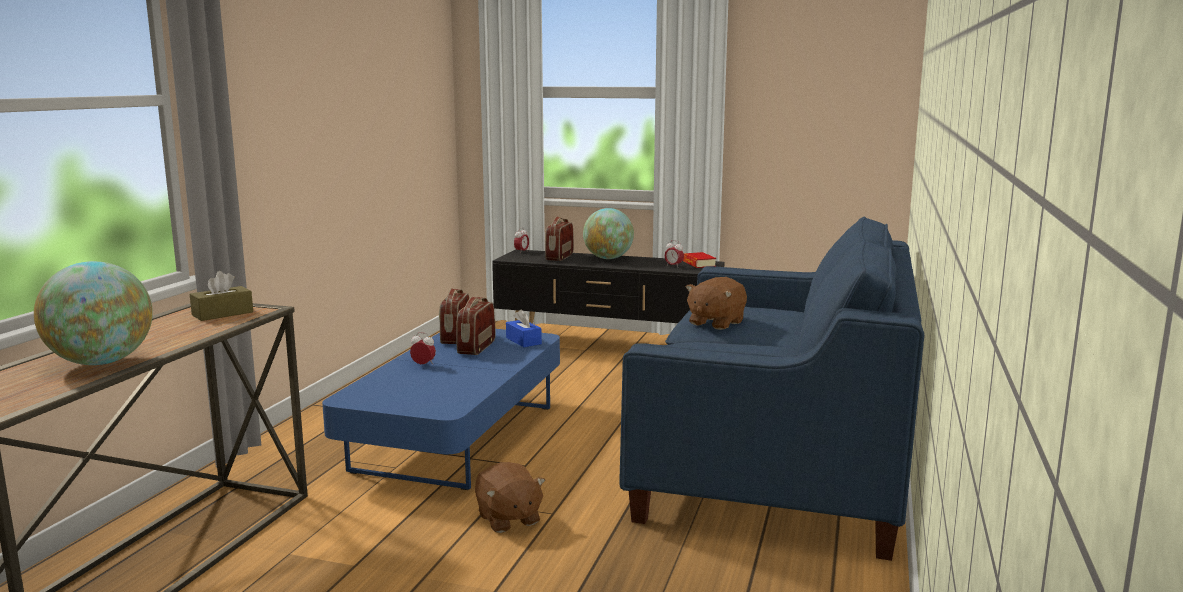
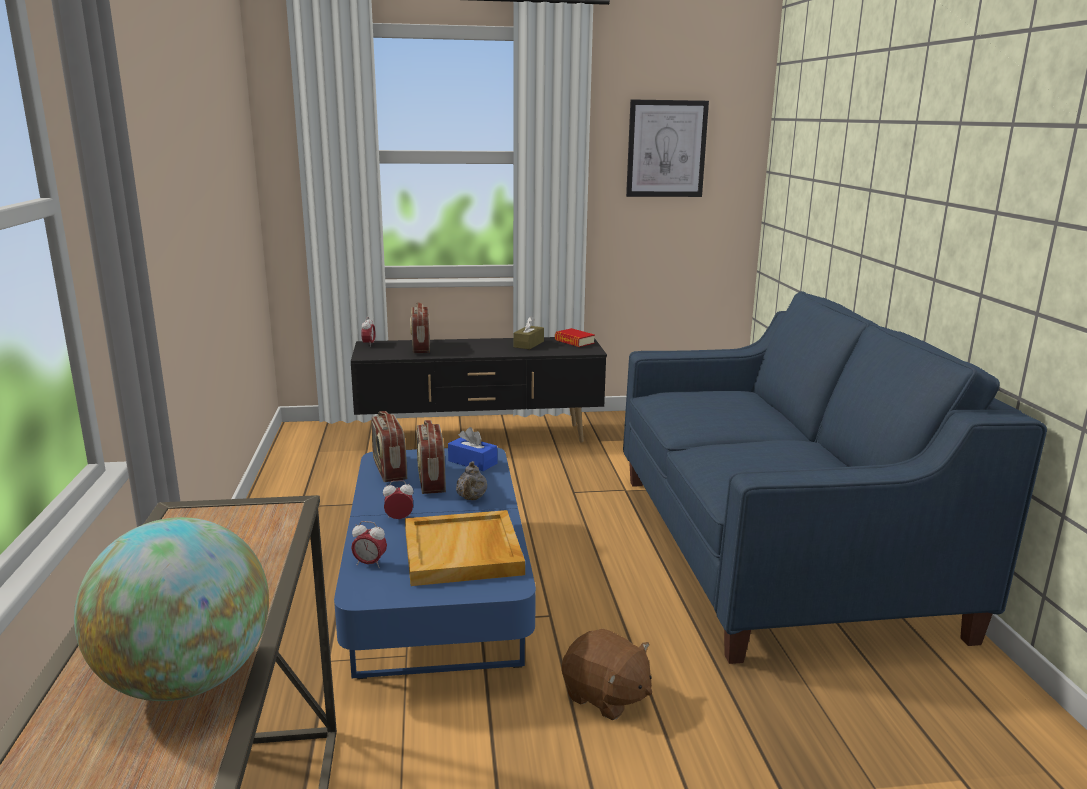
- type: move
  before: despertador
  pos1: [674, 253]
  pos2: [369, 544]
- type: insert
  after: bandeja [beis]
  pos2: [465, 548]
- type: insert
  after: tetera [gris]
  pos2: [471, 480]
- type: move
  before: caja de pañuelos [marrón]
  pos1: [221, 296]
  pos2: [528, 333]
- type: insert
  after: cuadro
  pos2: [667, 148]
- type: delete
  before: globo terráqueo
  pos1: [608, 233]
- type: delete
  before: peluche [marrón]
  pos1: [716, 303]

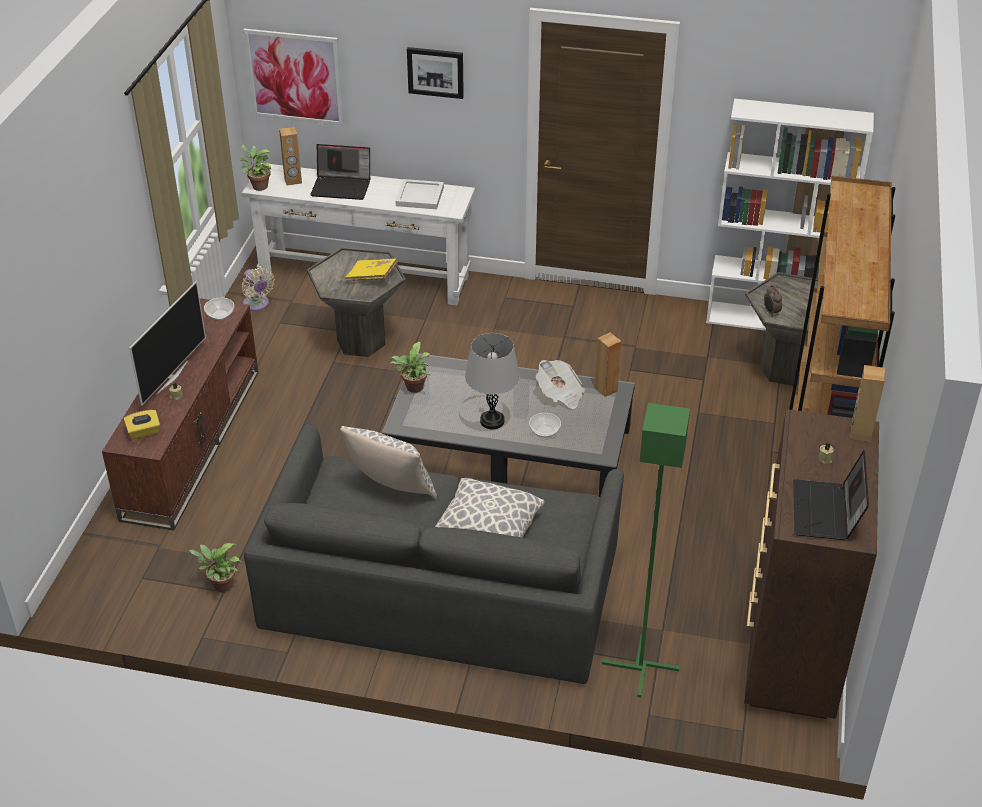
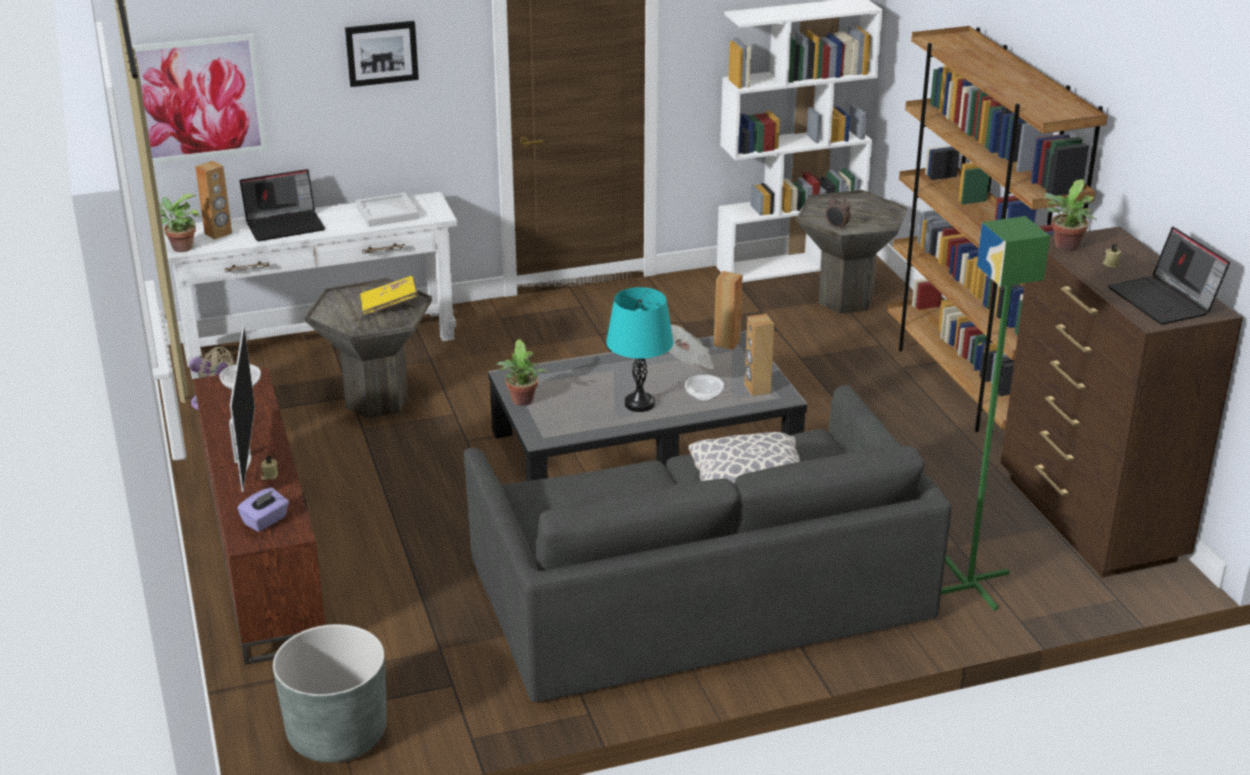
- type: recolor
  before: caja de pañuelos [amarillo]
  after: caja de pañuelos [morado]
  pos1: [142, 424]
  pos2: [263, 510]
- type: insert
  after: maceta [gris]
  pos2: [330, 693]
- type: recolor
  before: lámpara de mesa [gris]
  after: lámpara de mesa [turquesa]
  pos1: [492, 381]
  pos2: [640, 349]
- type: move
  before: altavoz [marrón]
  pos1: [867, 403]
  pos2: [759, 355]
- type: move
  before: planta en maceta
  pos1: [215, 567]
  pos2: [1069, 215]
- type: delete
  before: cojín
  pos1: [388, 462]

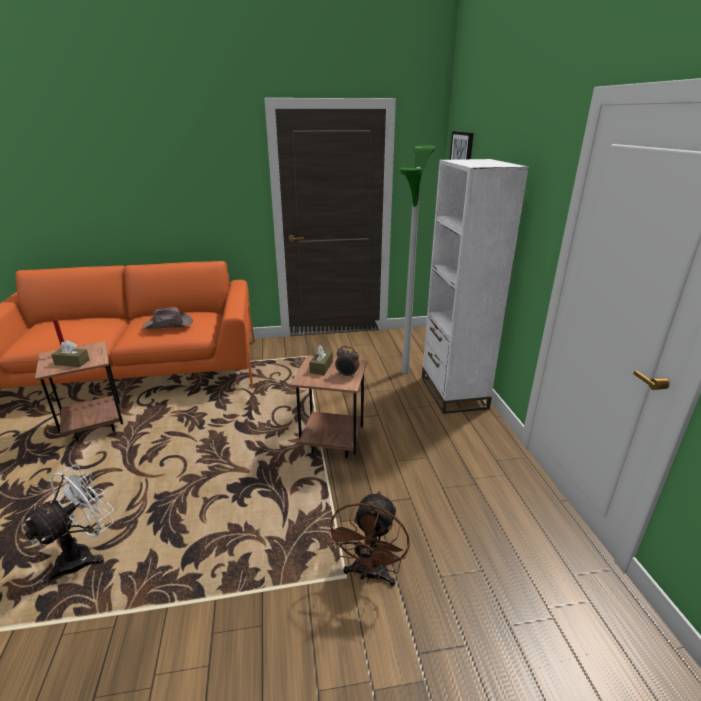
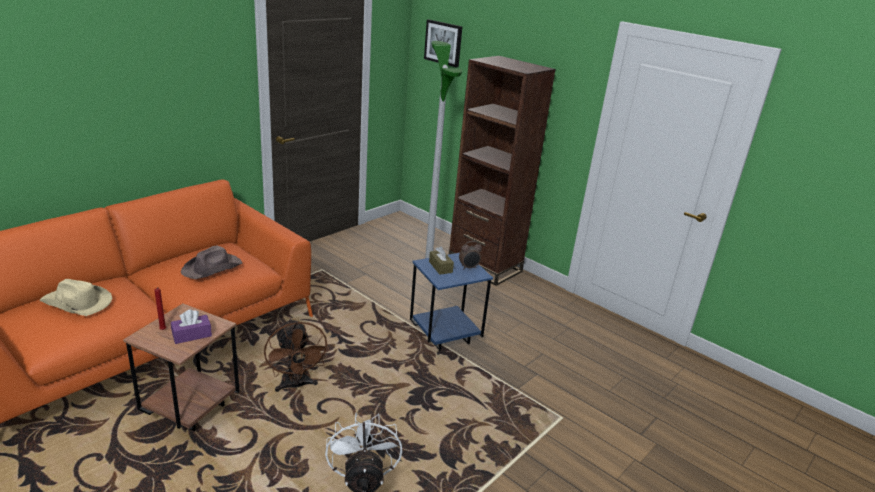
- type: insert
  after: sombrero [beis]
  pos2: [75, 297]
- type: recolor
  before: caja de pañuelos [marrón]
  after: caja de pañuelos [morado]
  pos1: [70, 353]
  pos2: [191, 326]
- type: move
  before: ventilador [marrón]
  pos1: [367, 539]
  pos2: [296, 355]
- type: recolor
  before: mesa auxiliar [marrón]
  after: mesa auxiliar [azul]
  pos1: [328, 406]
  pos2: [451, 302]
- type: recolor
  before: estantería [blanco]
  after: estantería [marrón]
  pos1: [475, 286]
  pos2: [502, 171]

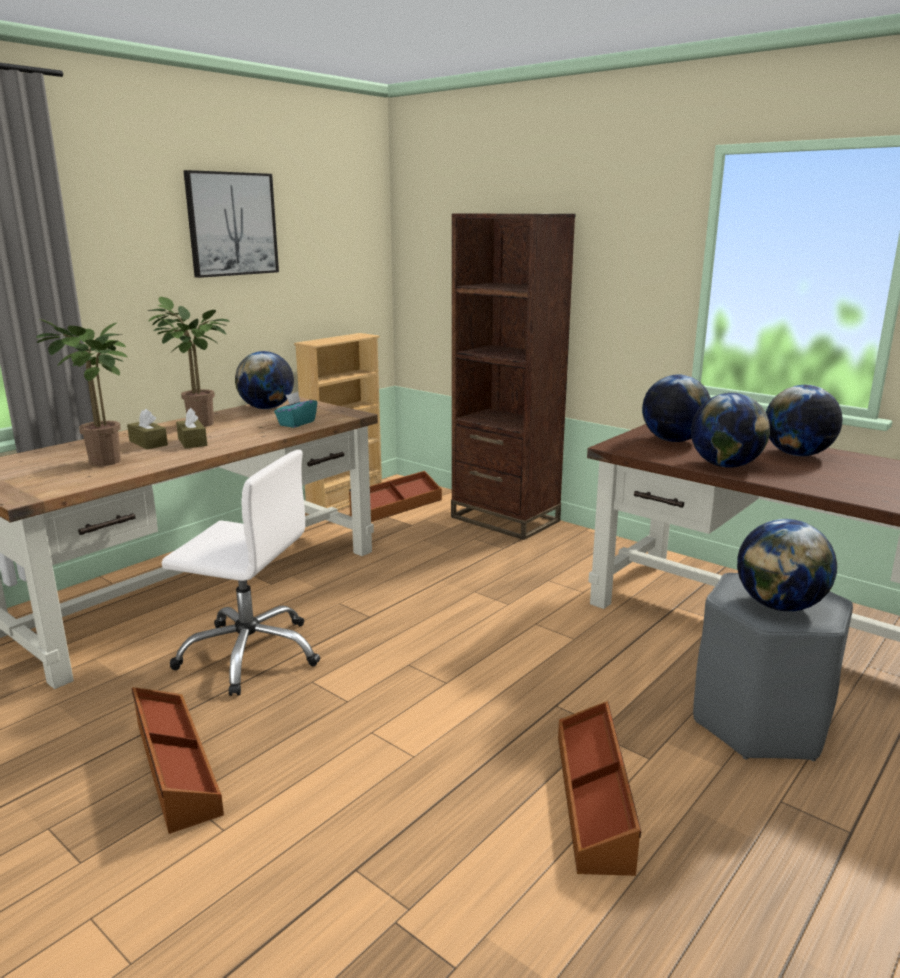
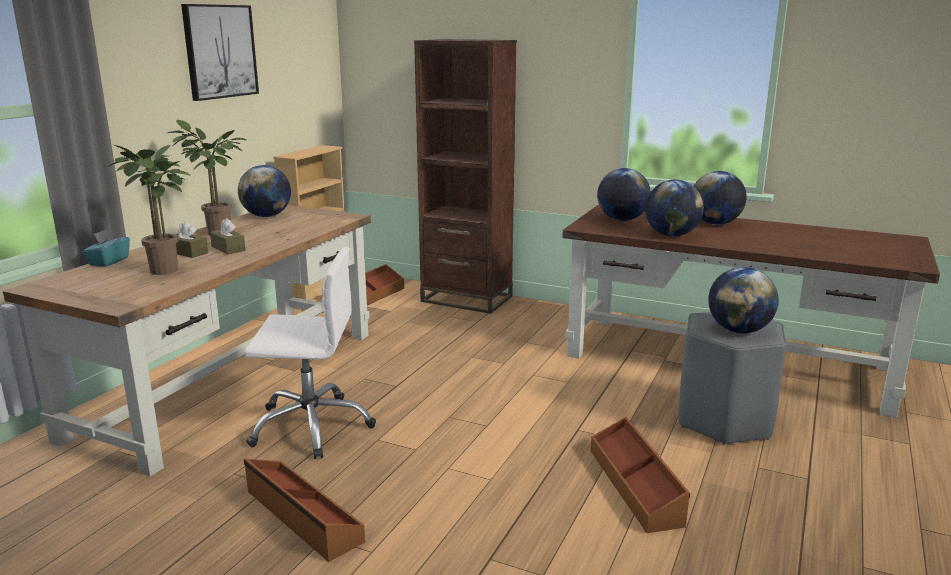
- type: move
  before: caja de pañuelos [turquesa]
  pos1: [295, 410]
  pos2: [106, 248]

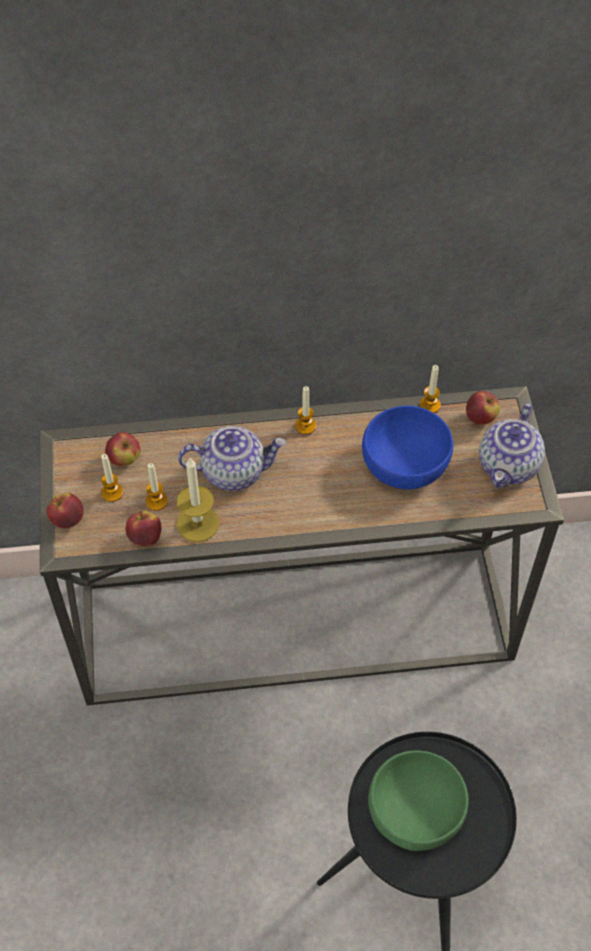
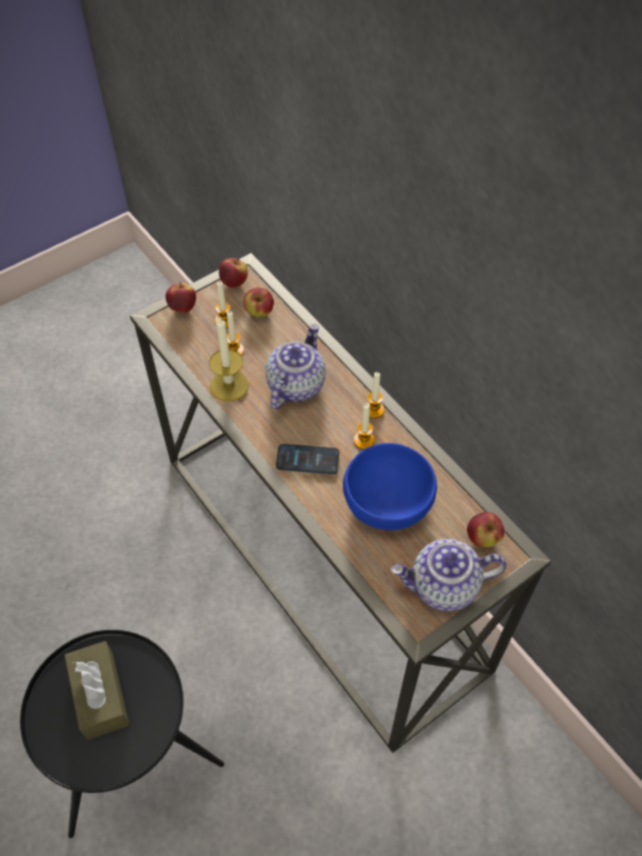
- type: replace
  before: cuenco [verde]
  after: caja de pañuelos [marrón]
  pos1: [418, 800]
  pos2: [96, 690]
- type: move
  before: manzana
  pos1: [143, 528]
  pos2: [233, 273]
- type: rotate
  before: tetera
  pos1: [232, 458]
  pos2: [295, 366]
  turn: -120
- type: insert
  after: móvil
  pos2: [307, 459]
- type: move
  before: vela
  pos1: [430, 389]
  pos2: [364, 426]

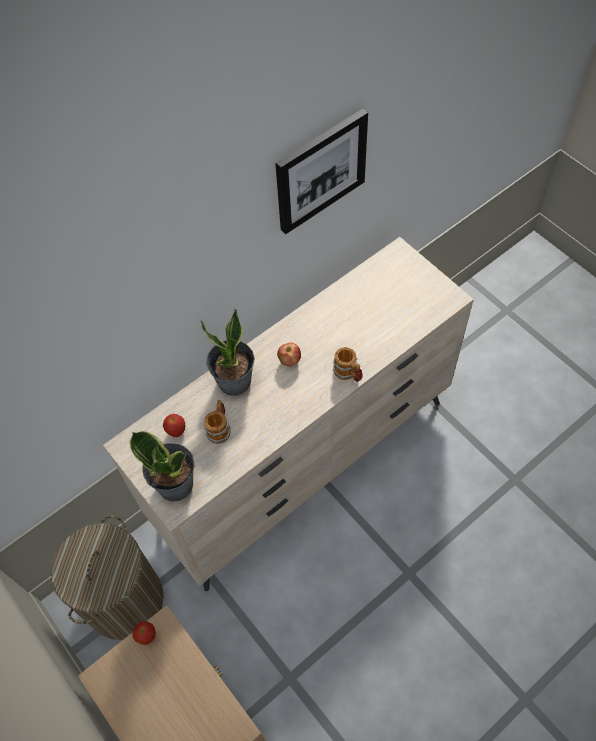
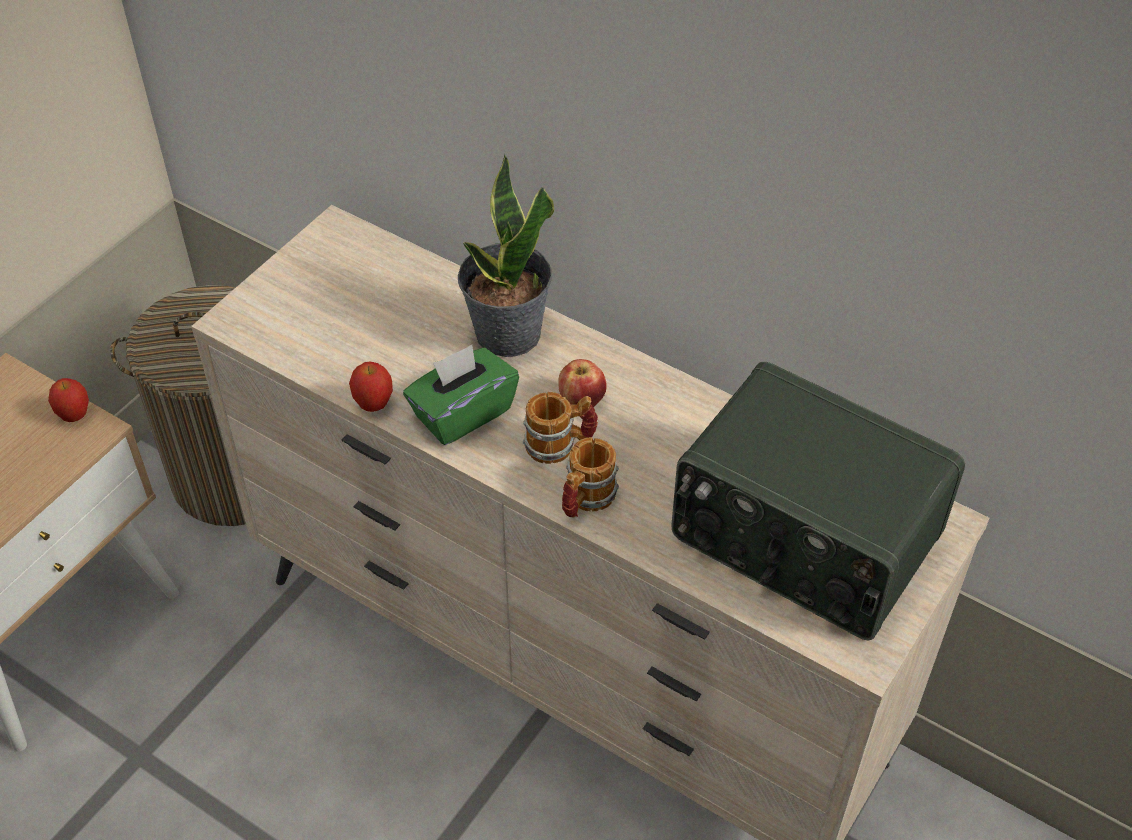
- type: move
  before: manzana
  pos1: [174, 425]
  pos2: [371, 386]
- type: insert
  after: caja de pañuelos [verde]
  pos2: [461, 395]
- type: move
  before: taza grande
  pos1: [217, 422]
  pos2: [560, 428]
- type: insert
  after: radio
  pos2: [818, 501]
- type: delete
  before: planta en maceta
  pos1: [162, 466]
- type: delete
  before: cuadro
  pos1: [321, 171]

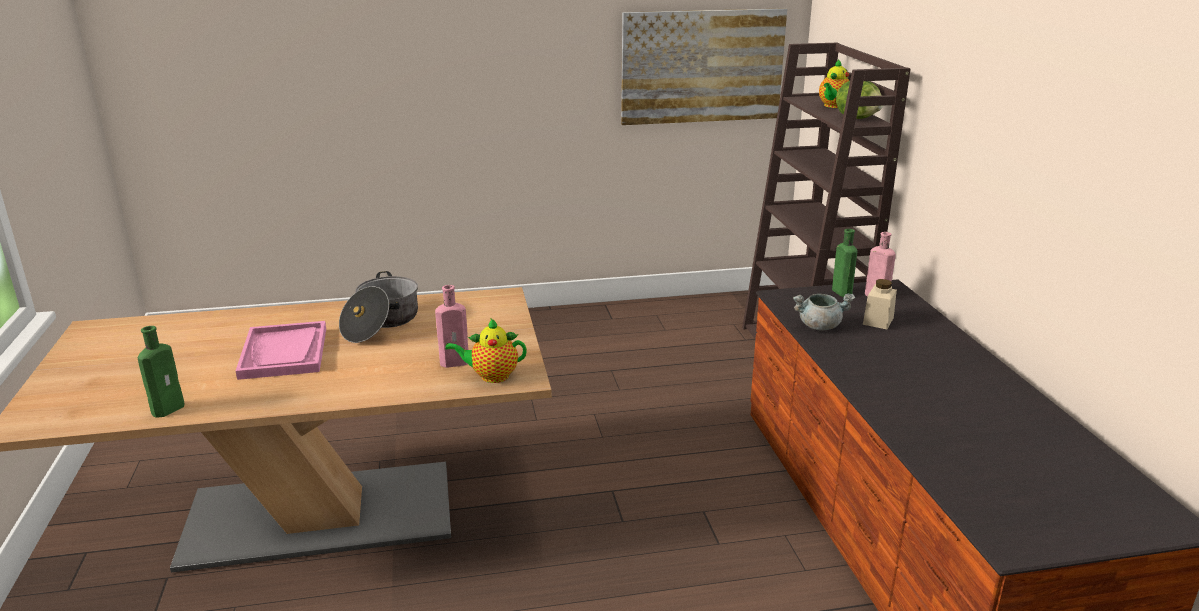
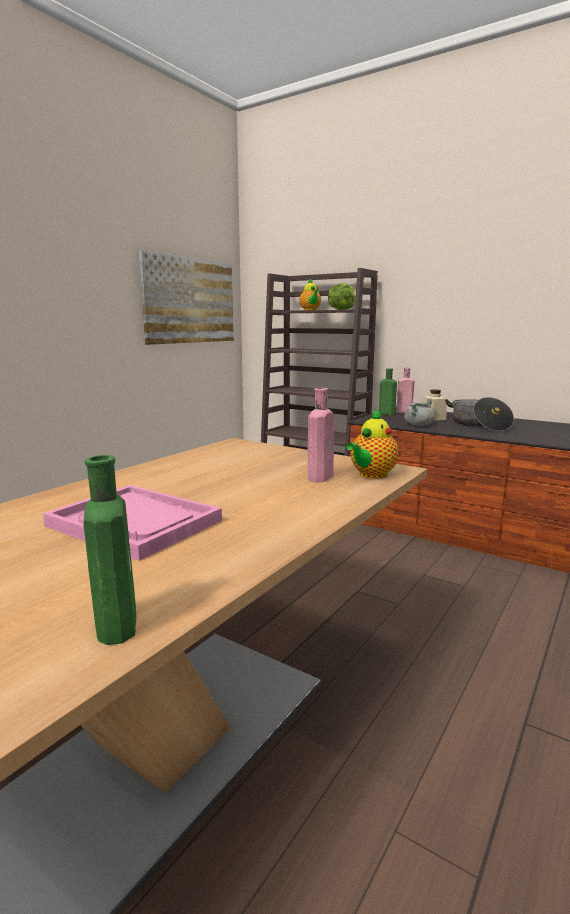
- type: move
  before: olla
  pos1: [378, 307]
  pos2: [479, 414]

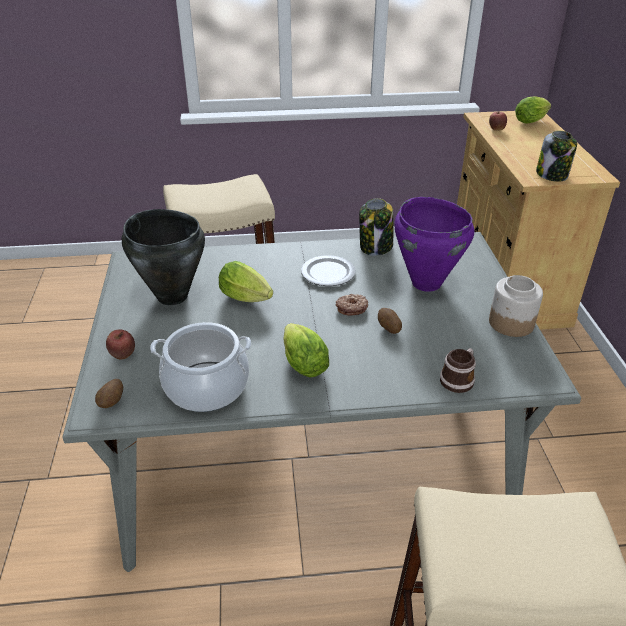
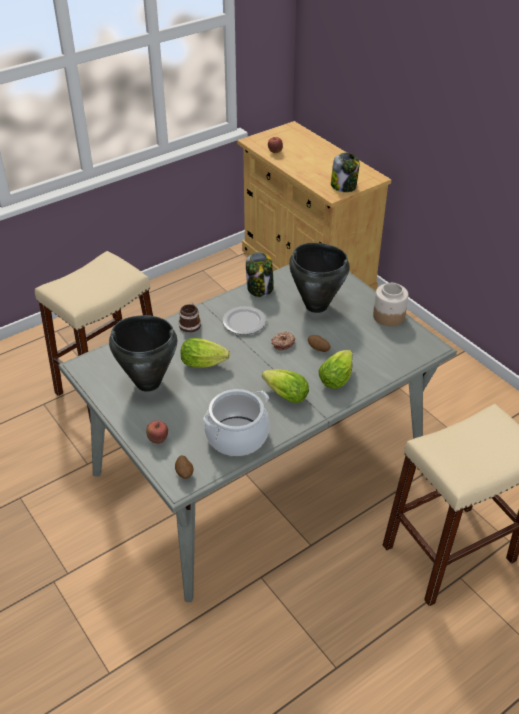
- type: move
  before: taza grande
  pos1: [458, 370]
  pos2: [190, 318]
- type: recolor
  before: olla [morado]
  after: olla [negro]
  pos1: [434, 244]
  pos2: [319, 278]
- type: move
  before: lechuga
  pos1: [533, 110]
  pos2: [335, 369]

